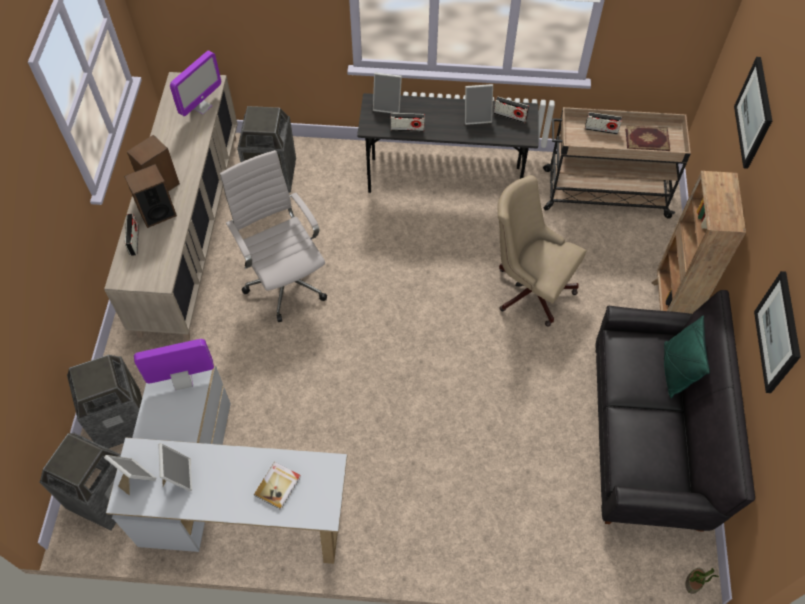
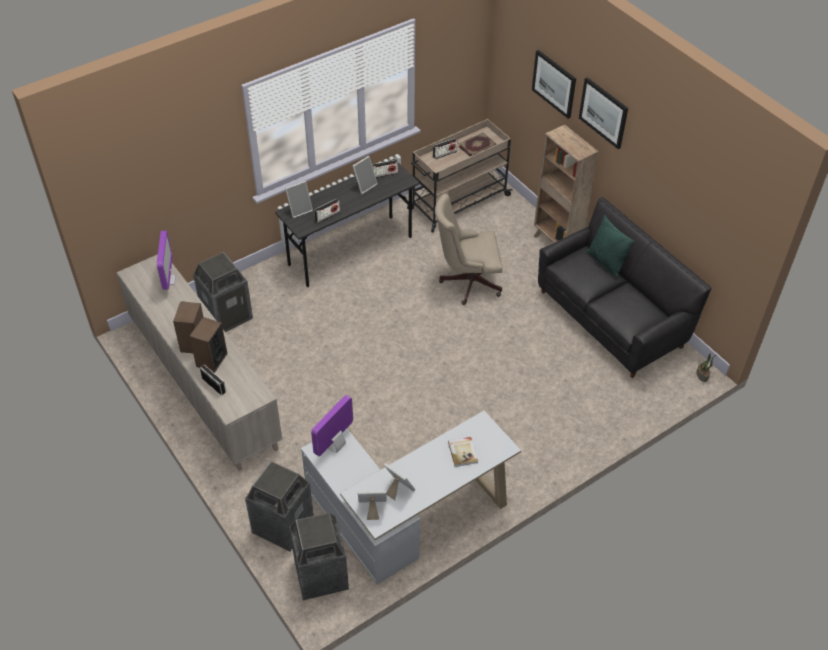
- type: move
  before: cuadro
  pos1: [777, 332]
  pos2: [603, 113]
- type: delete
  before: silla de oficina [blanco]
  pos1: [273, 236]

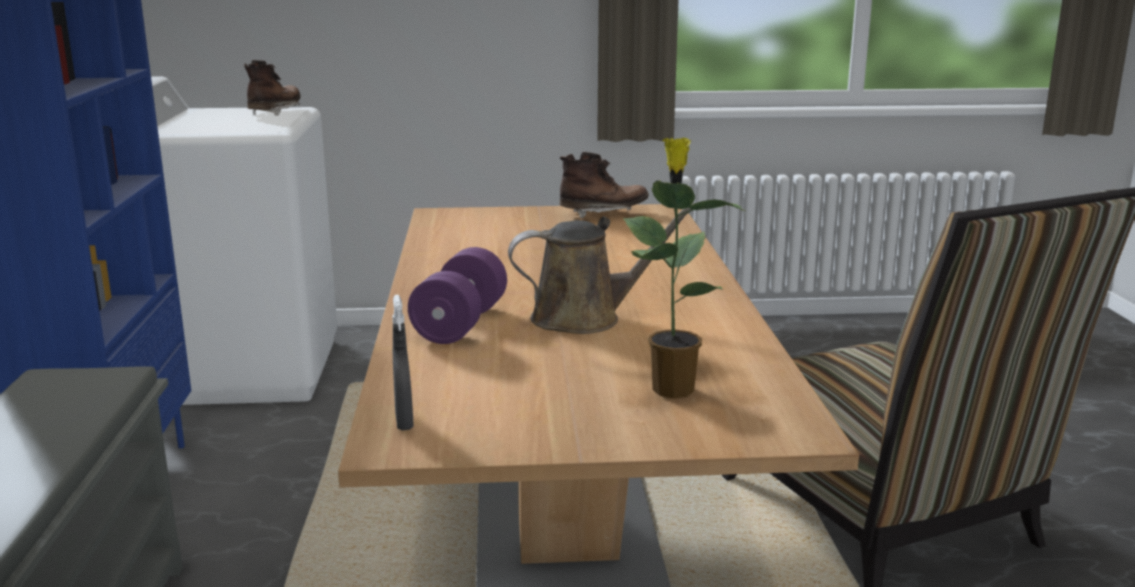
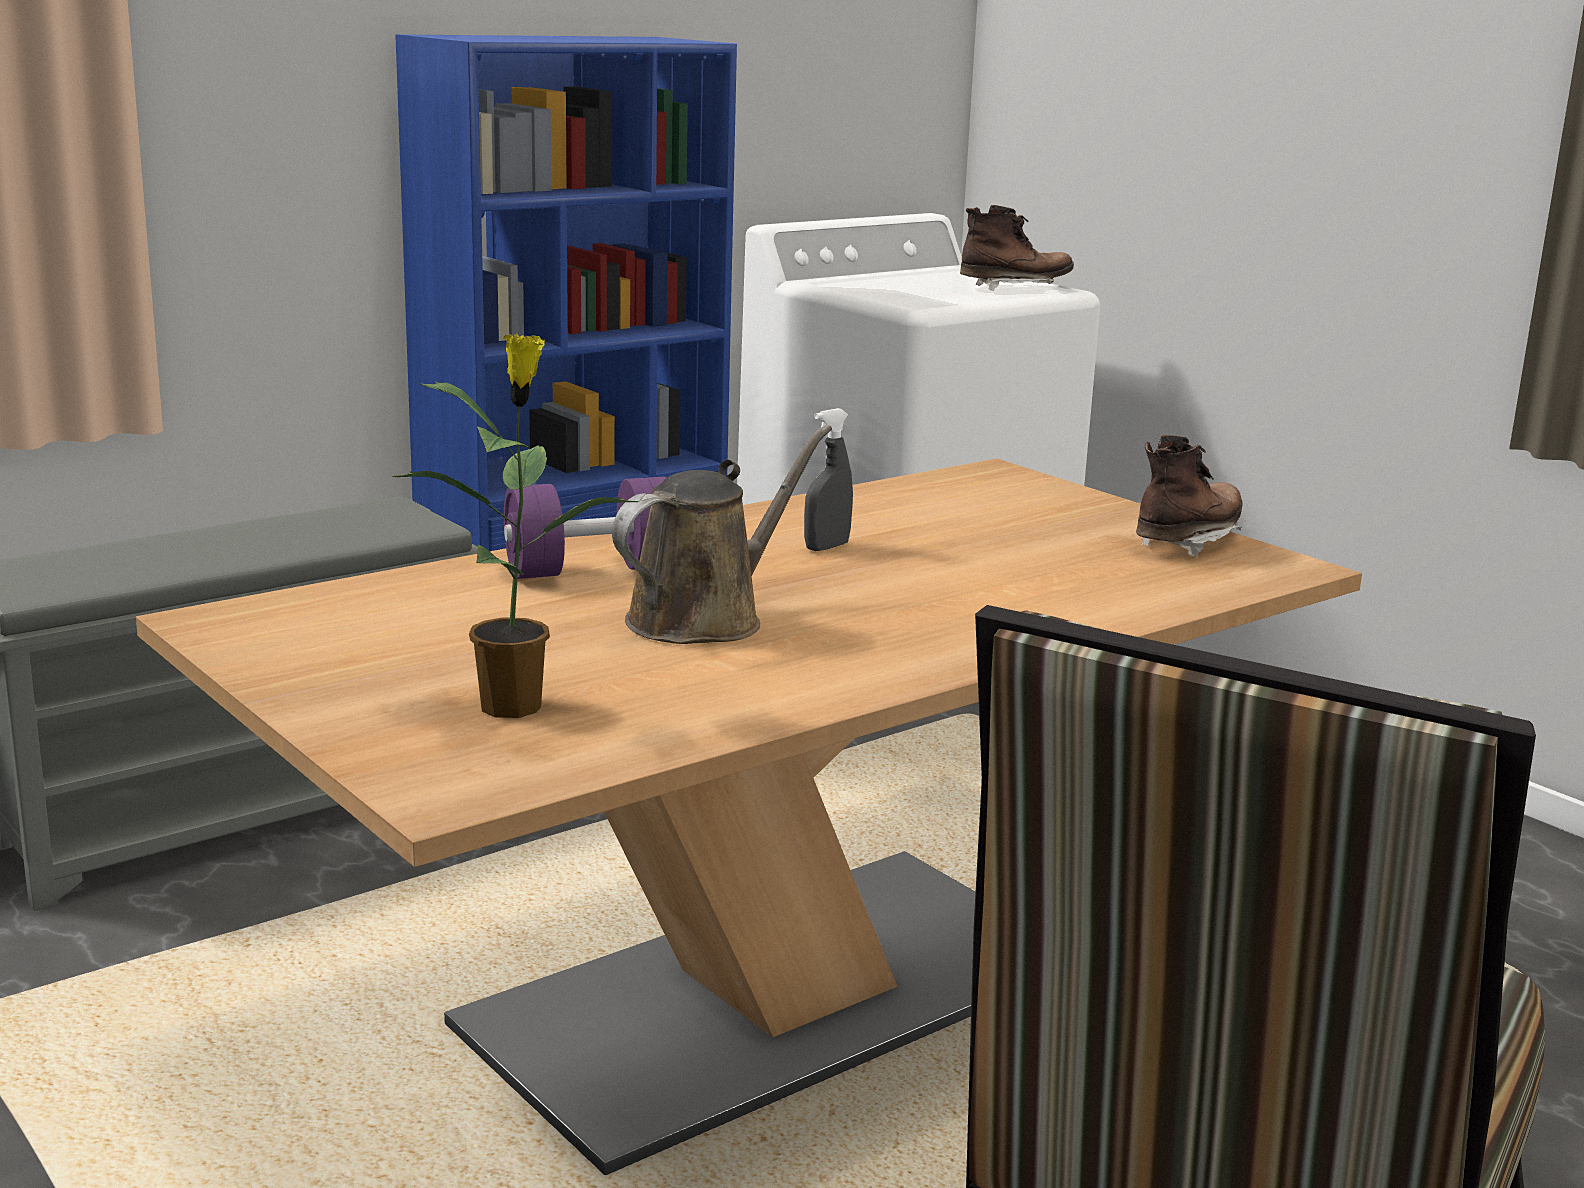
- type: rotate
  before: regadera [marrón]
  pos1: [601, 268]
  pos2: [722, 534]
  turn: -90
- type: move
  before: pulverizador [gris]
  pos1: [403, 362]
  pos2: [828, 479]
- type: rotate
  before: bota [marrón]
  pos1: [604, 185]
  pos2: [1189, 496]
  turn: -90

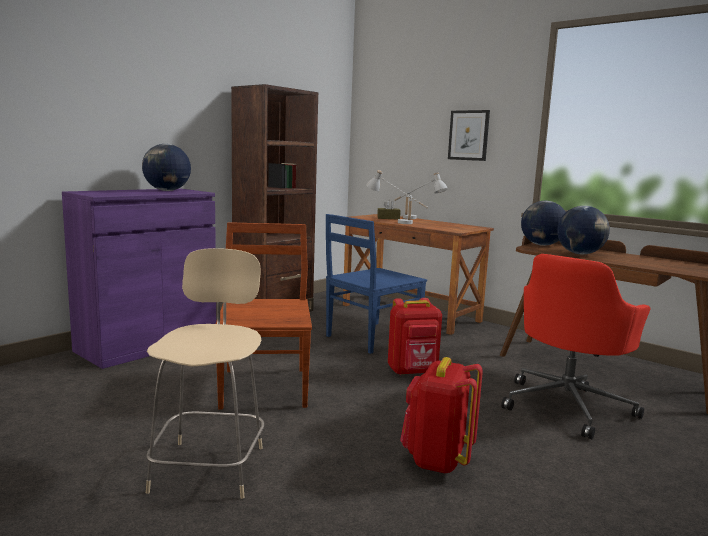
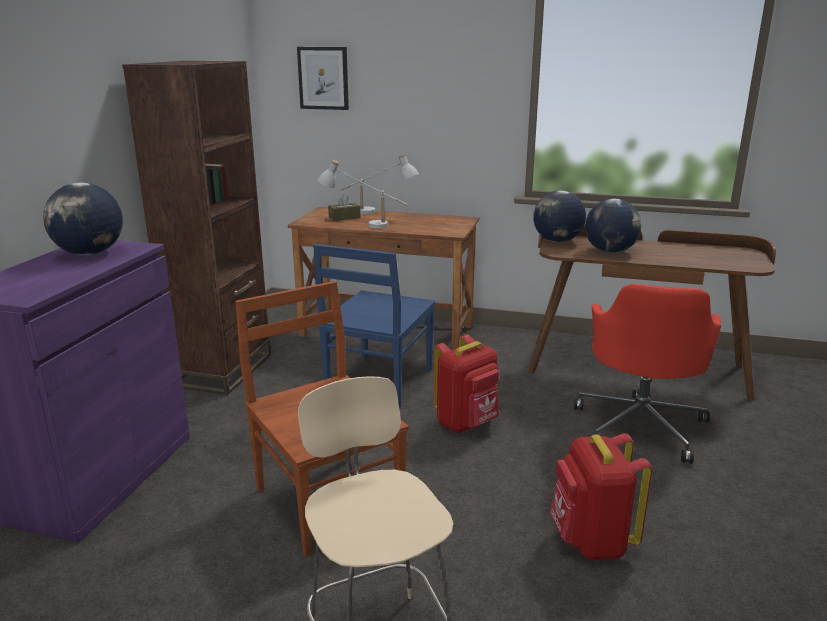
- type: move
  before: cuadro
  pos1: [469, 135]
  pos2: [323, 78]

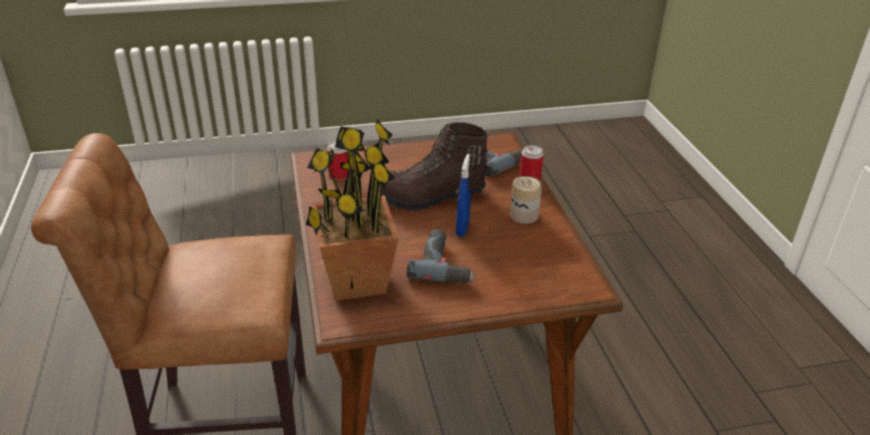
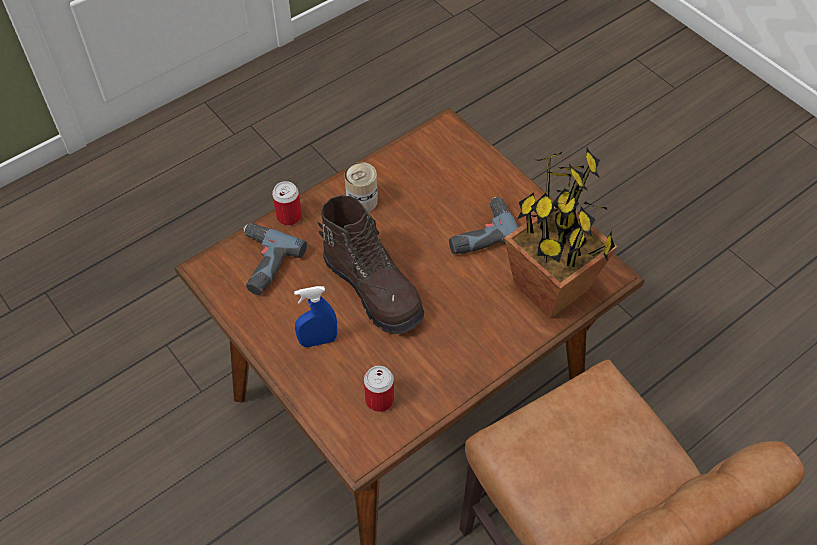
- type: move
  before: pulverizador [azul]
  pos1: [463, 195]
  pos2: [315, 316]

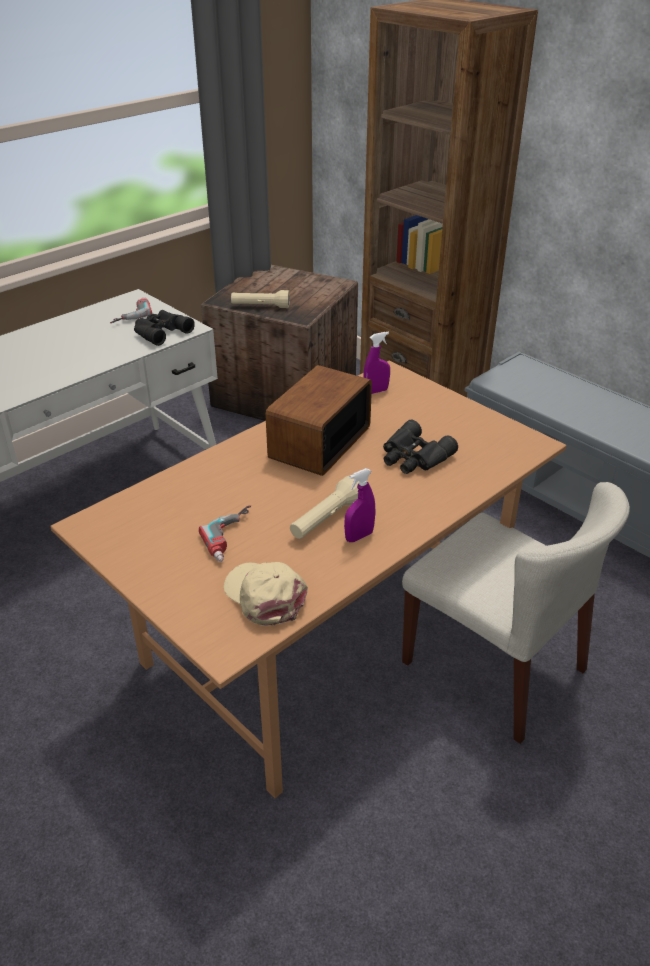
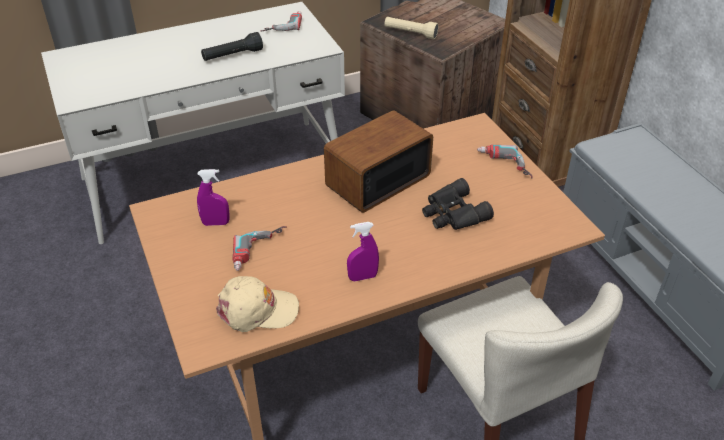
- type: move
  before: pulverizador [morado]
  pos1: [376, 363]
  pos2: [213, 197]
- type: insert
  after: linterna [negro]
  pos2: [232, 46]
- type: rotate
  before: gorra [beis]
  pos1: [266, 594]
  pos2: [257, 304]
  turn: 105
- type: insert
  after: taladro
  pos2: [505, 161]
- type: delete
  before: prismáticos [negro]
  pos1: [164, 328]
- type: delete
  before: linterna [beis]
  pos1: [324, 507]

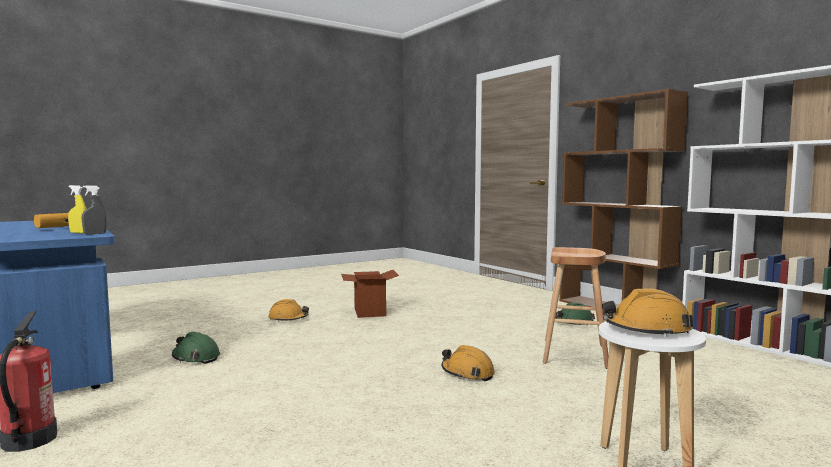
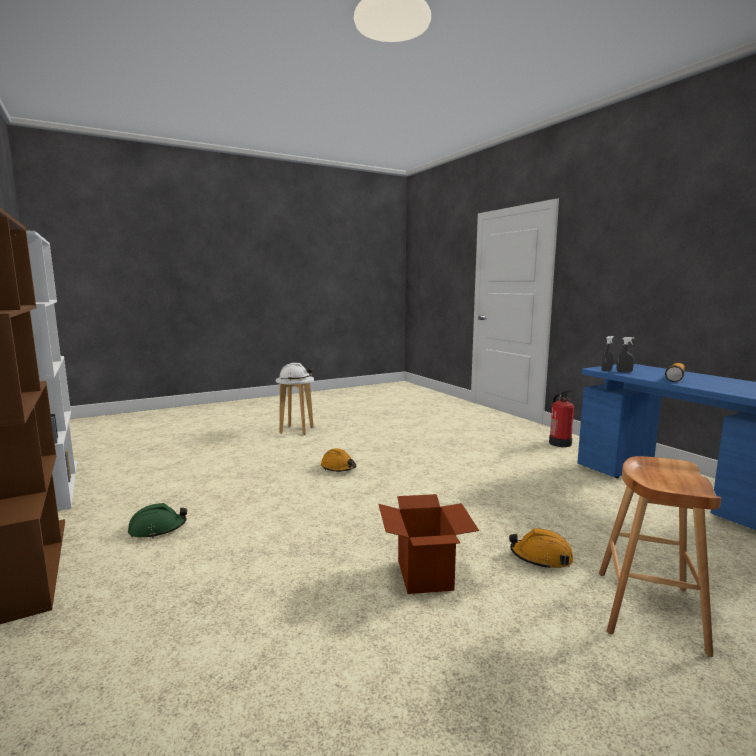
- type: recolor
  before: casco [naranja]
  after: casco [blanco]
  pos1: [647, 312]
  pos2: [296, 371]
- type: move
  before: taburete [marrón]
  pos1: [575, 308]
  pos2: [660, 556]
- type: recolor
  before: pulverizador [amarillo]
  after: pulverizador [gris]
  pos1: [77, 209]
  pos2: [625, 355]
- type: delete
  before: casco [verde]
  pos1: [196, 348]

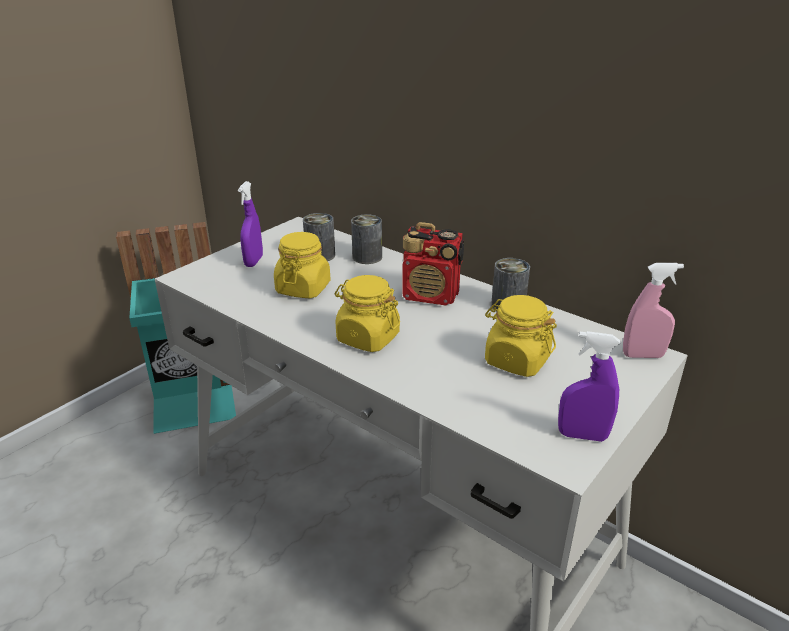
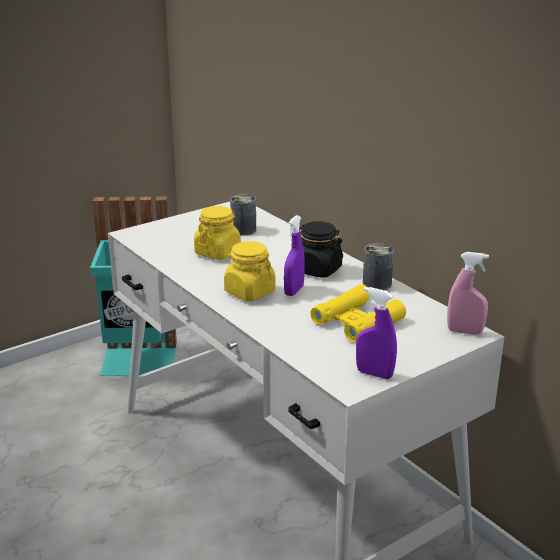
- type: move
  before: pulverizador [morado]
  pos1: [250, 224]
  pos2: [294, 255]
- type: replace
  before: radio
  after: tarro [negro]
  pos1: [433, 263]
  pos2: [321, 249]
- type: replace
  before: tarro [amarillo]
  after: prismáticos [amarillo]
  pos1: [521, 336]
  pos2: [358, 313]
- type: delete
  before: lata
  pos1: [366, 239]

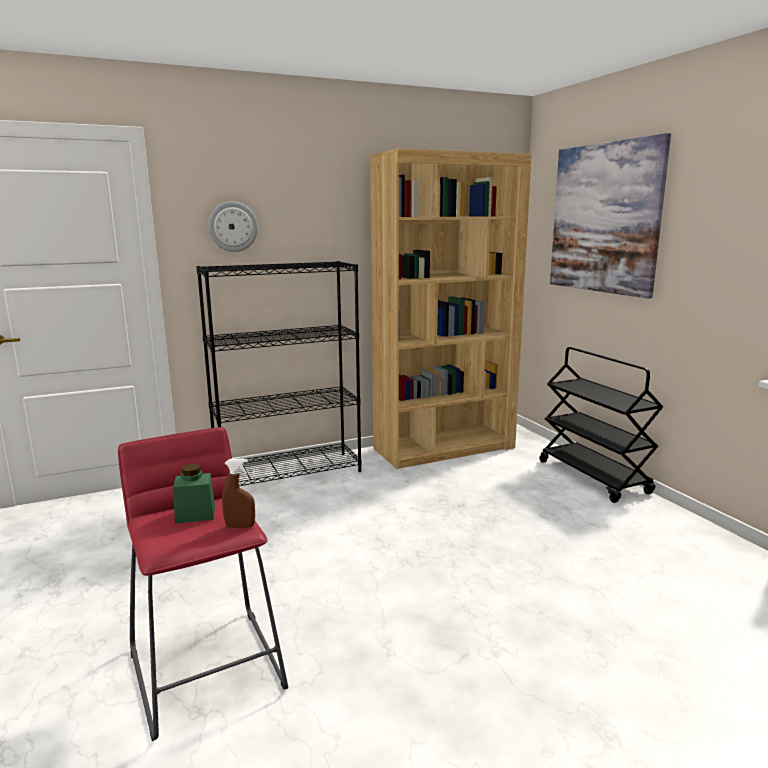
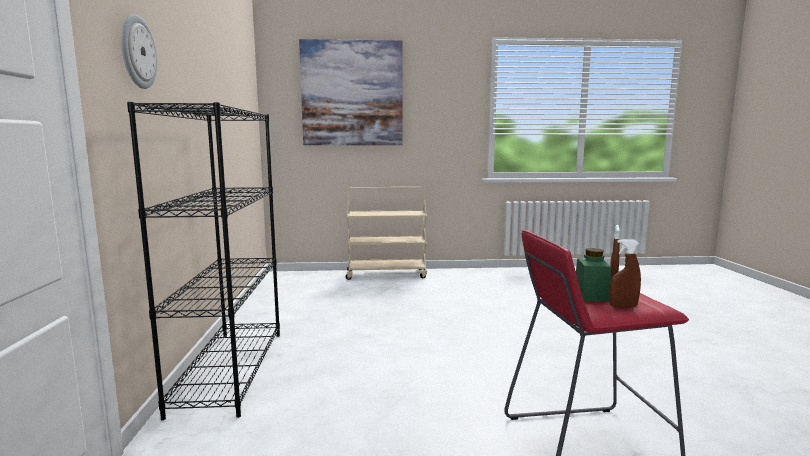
- type: recolor
  before: carrito [negro]
  after: carrito [beis]
  pos1: [601, 425]
  pos2: [386, 233]
- type: insert
  after: pulverizador [marrón]
  pos2: [625, 273]
- type: delete
  before: estantería [marrón]
  pos1: [450, 308]

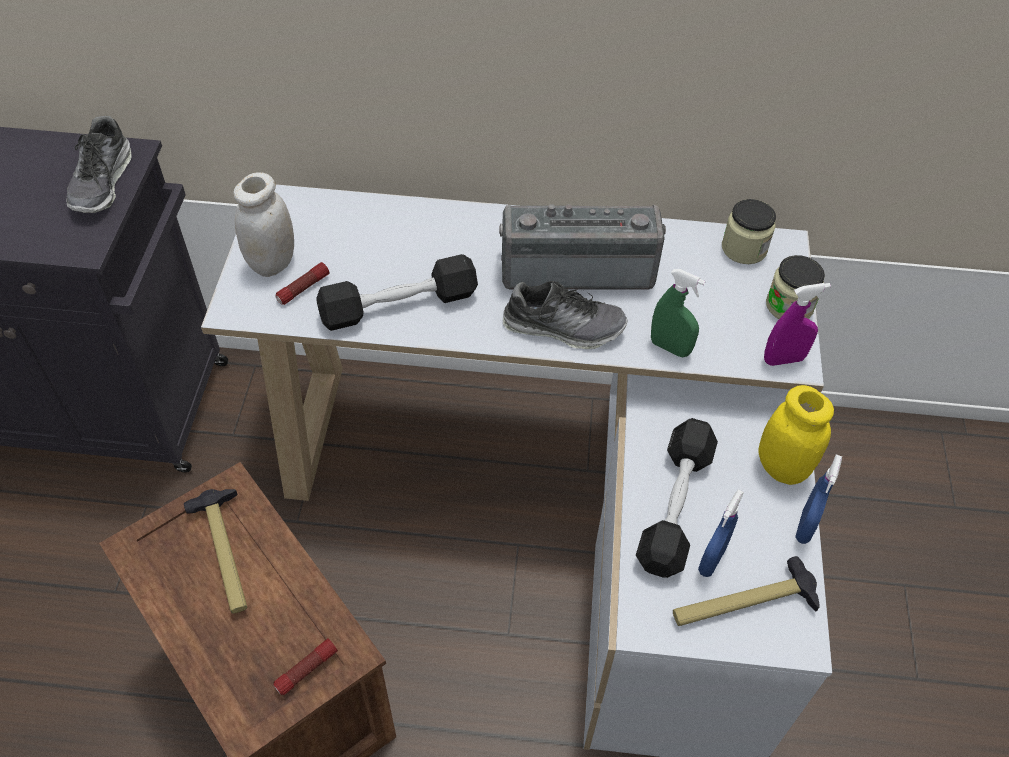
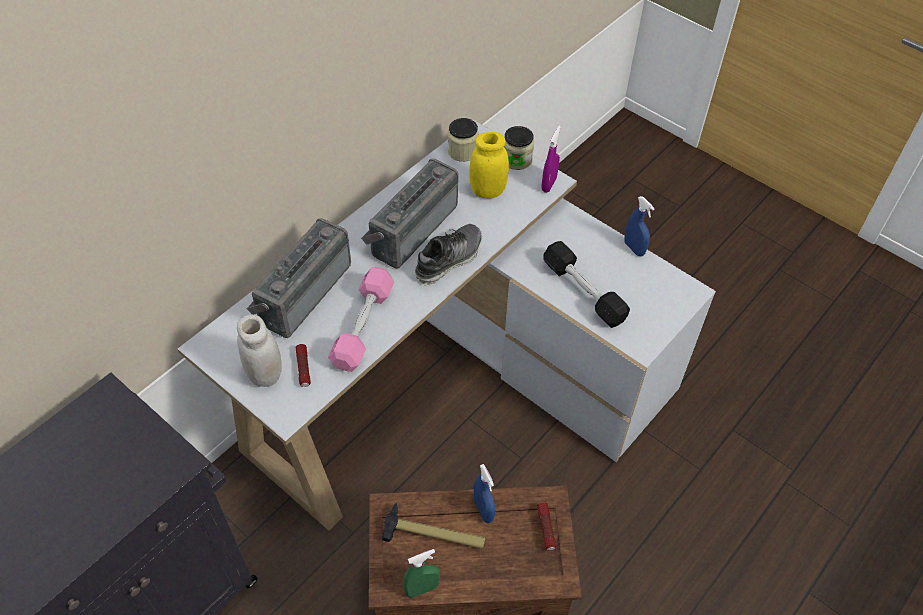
- type: insert
  after: radio
  pos2: [299, 278]
- type: recolor
  before: mancuerna [negro]
  after: mancuerna [rosa]
  pos1: [397, 292]
  pos2: [361, 319]
- type: move
  before: pulverizador [verde]
  pos1: [678, 313]
  pos2: [421, 573]
- type: move
  before: tarro [amarillo]
  pos1: [796, 435]
  pos2: [489, 165]
- type: move
  before: pulverizador [azul]
  pos1: [721, 533]
  pos2: [484, 493]
- type: delete
  before: zapato
  pos1: [99, 164]
- type: delete
  before: martillo
  pos1: [746, 591]

